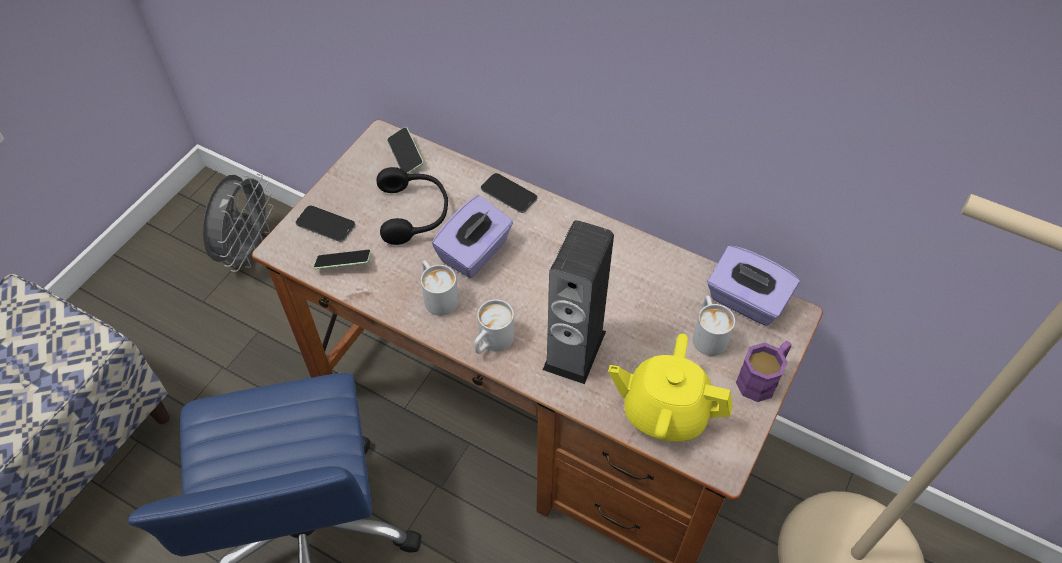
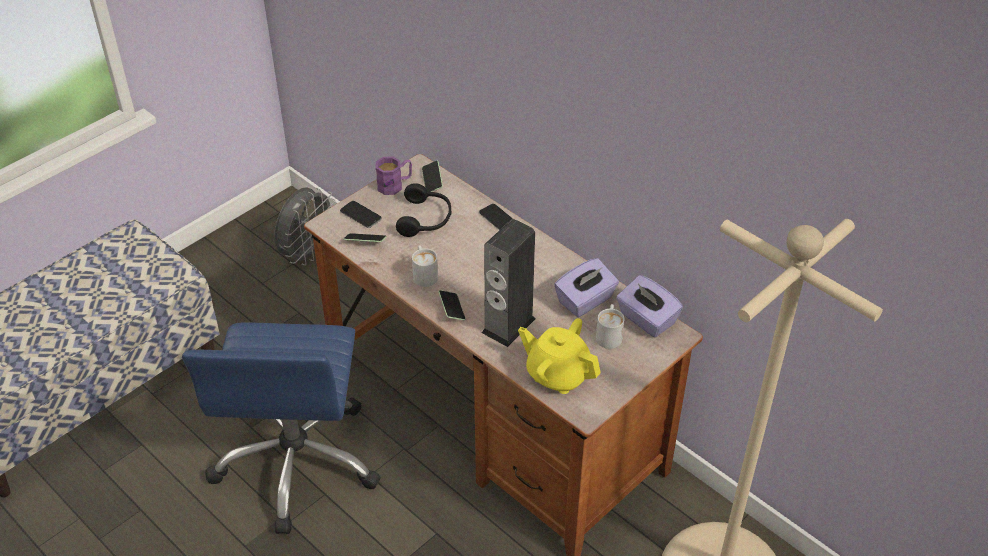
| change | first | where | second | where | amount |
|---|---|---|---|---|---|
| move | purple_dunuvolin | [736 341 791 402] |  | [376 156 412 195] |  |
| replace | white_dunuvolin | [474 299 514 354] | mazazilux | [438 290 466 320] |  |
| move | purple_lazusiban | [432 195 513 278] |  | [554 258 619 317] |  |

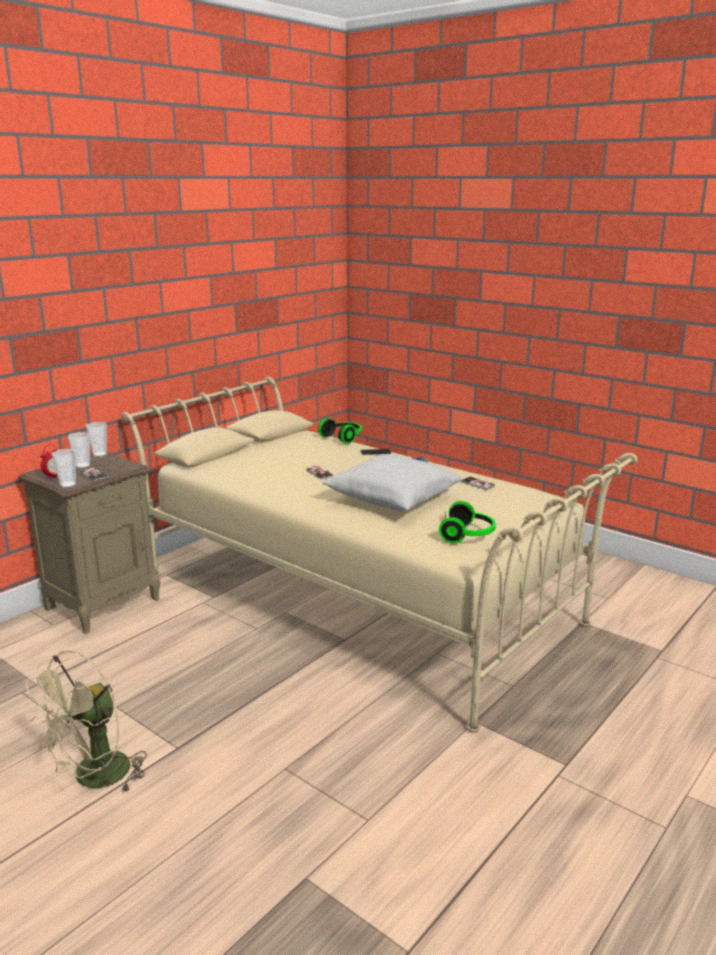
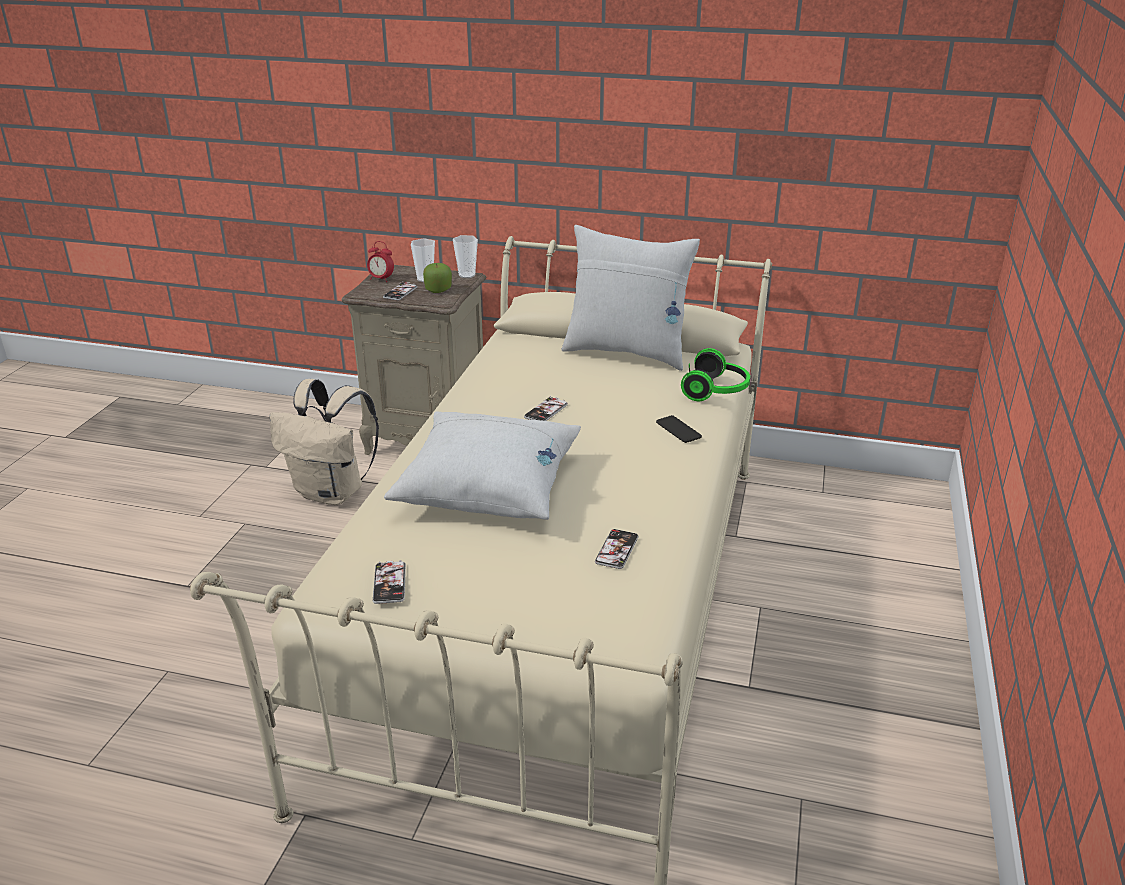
| change | first | where | second | where | amount |
|---|---|---|---|---|---|
| insert |  |  | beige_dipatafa | [270 379 379 505] |  |
| replace | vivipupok | [439 501 496 544] | mazazilux | [373 560 406 604] |  |
| insert |  |  | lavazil | [423 263 452 293] |  |
| insert |  |  | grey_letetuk | [561 225 700 371] |  |
| delete | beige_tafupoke | [25 650 147 793] |  |  |  |
| delete | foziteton | [52 449 76 487] |  |  |  |

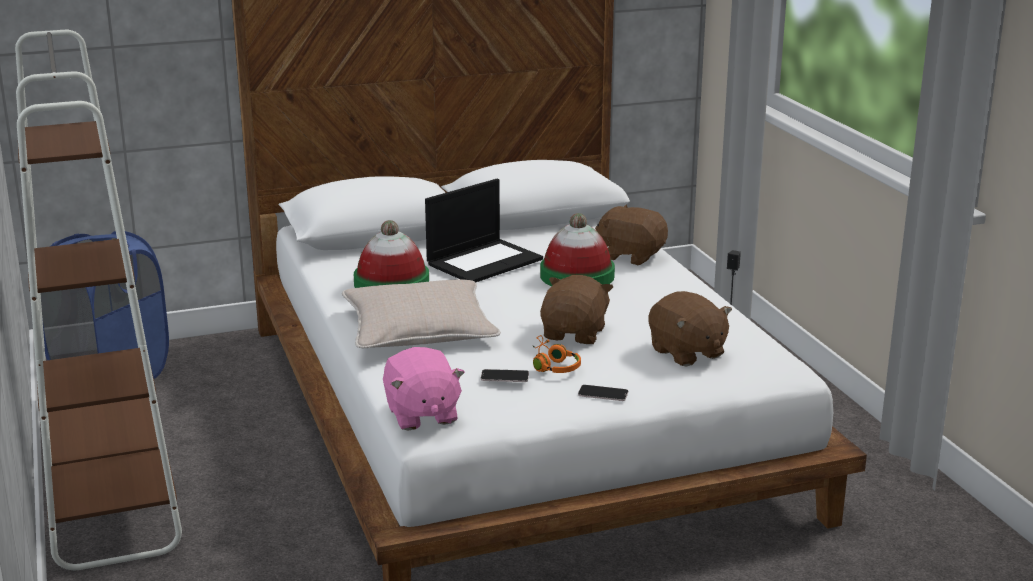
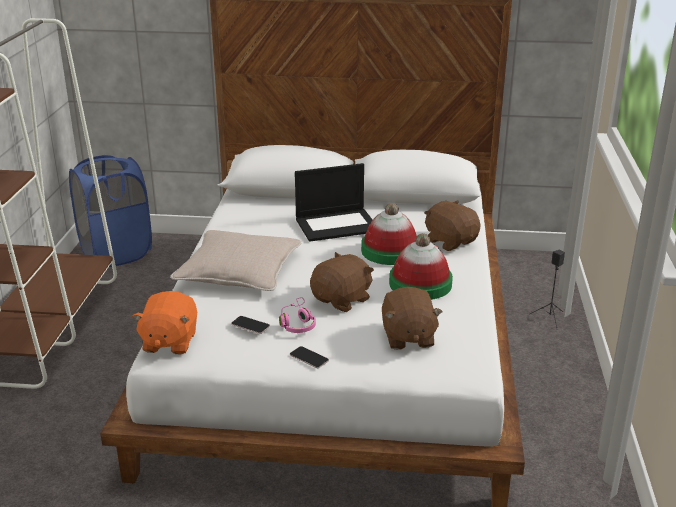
| change | first | where | second | where | amount |
|---|---|---|---|---|---|
| recolor | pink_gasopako | [383 347 465 431] | orange_gasopako | [132 291 197 355] |  |
| recolor | orange_vivipupok | [532 335 581 373] | pink_vivipupok | [279 297 316 333] |  |
| move | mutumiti | [354 220 429 288] |  | [389 233 453 300] |  |

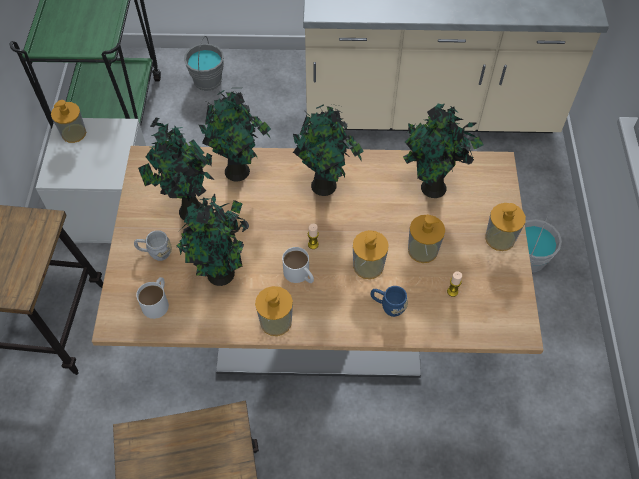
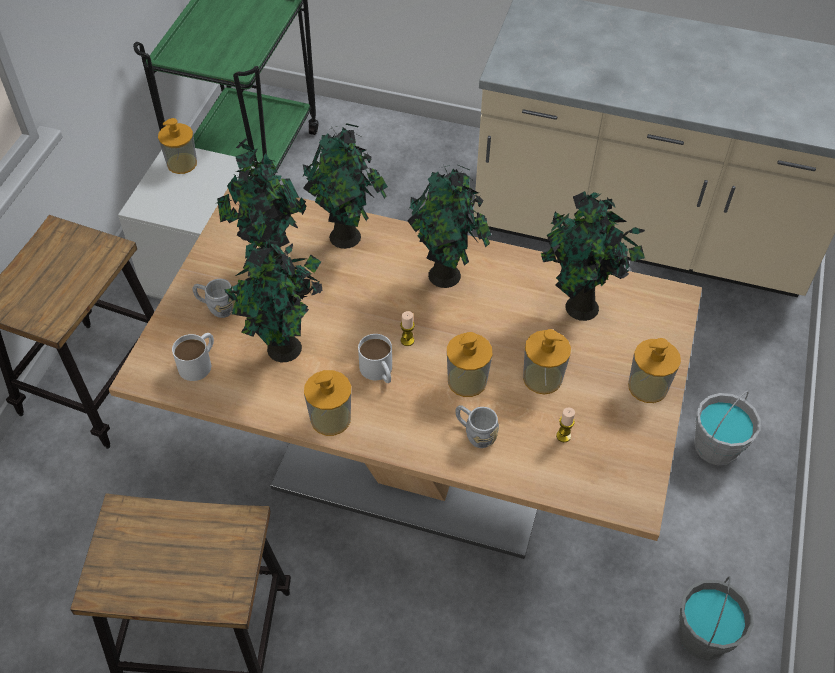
| change | first | where | second | where | amount |
|---|---|---|---|---|---|
| recolor | blue_dunuvolin | [371 286 408 317] | grey_dunuvolin | [455 405 499 448] |  |
| move | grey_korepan | [184 36 224 91] |  | [678 576 754 660] |  |

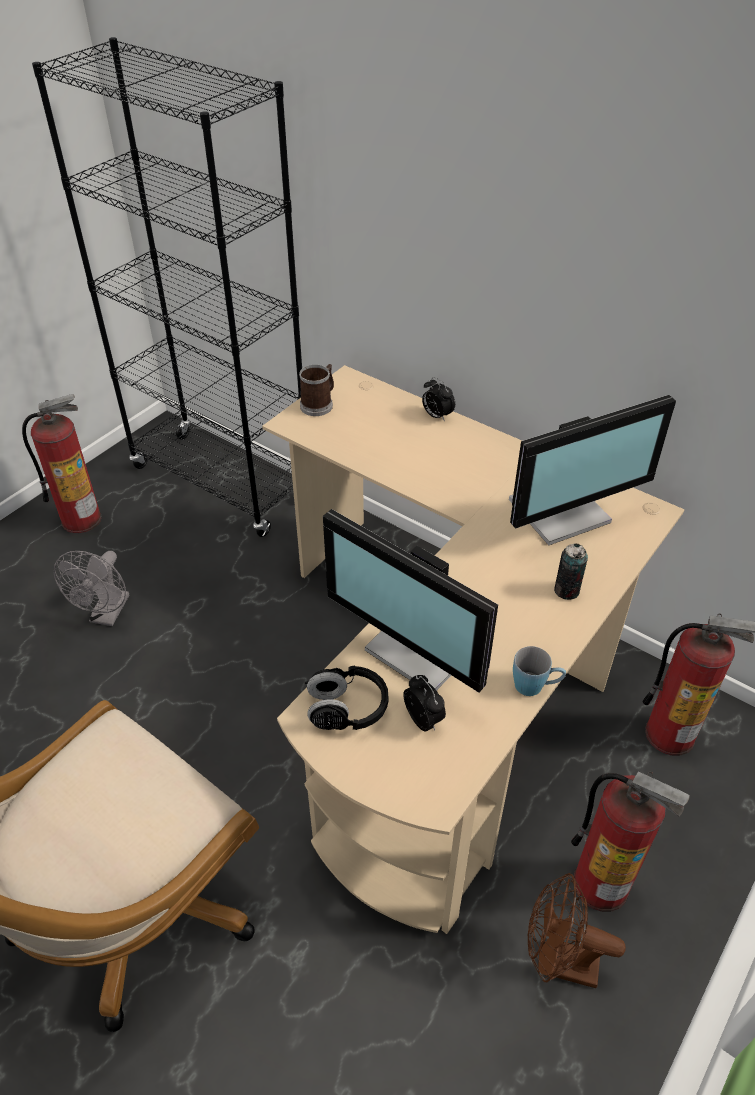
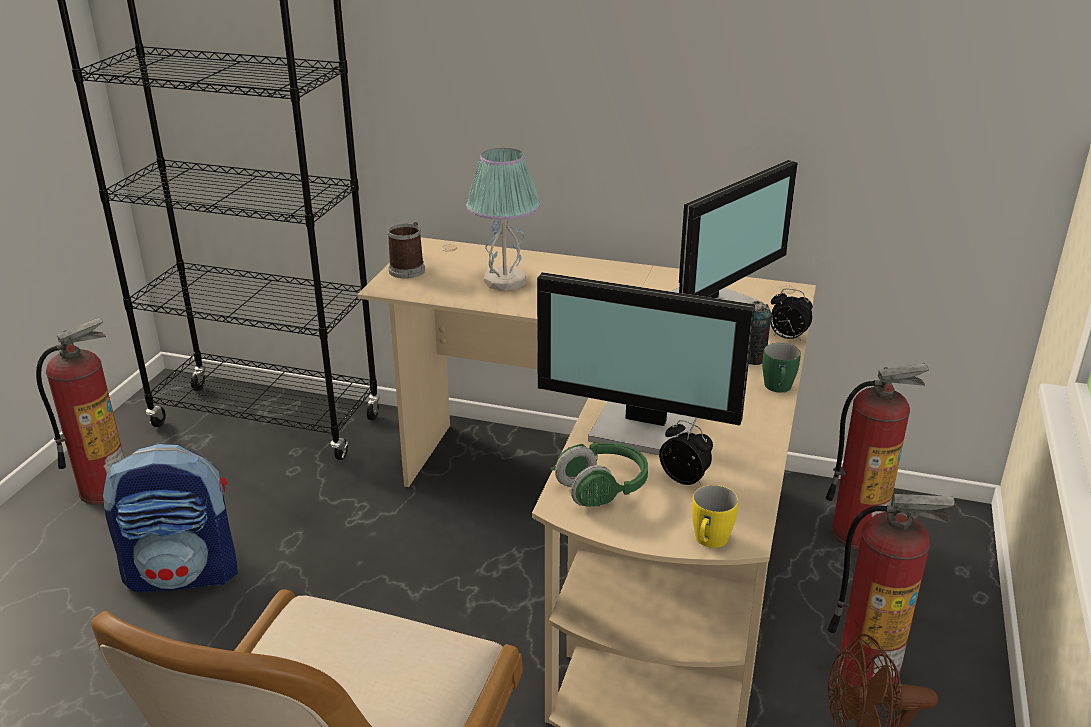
| change | first | where | second | where | amount |
|---|---|---|---|---|---|
| replace | grey_tafupoke | [54 551 129 626] | dipatafa | [103 444 238 592] |  |
| insert |  |  | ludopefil | [466 148 540 291] |  |
| recolor | black_vivipupok | [305 665 388 730] | green_vivipupok | [550 443 648 507] |  |
| insert |  |  | yellow_dunuvolin | [692 485 738 548] |  |
| insert |  |  | green_dunuvolin | [762 343 801 392] |  |
| move | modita | [422 377 455 422] |  | [770 289 813 342] |  |
| delete | blue_dunuvolin | [513 646 566 696] |  |  |  |

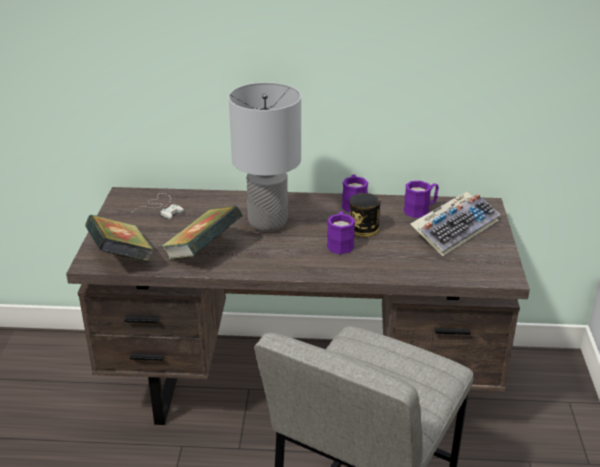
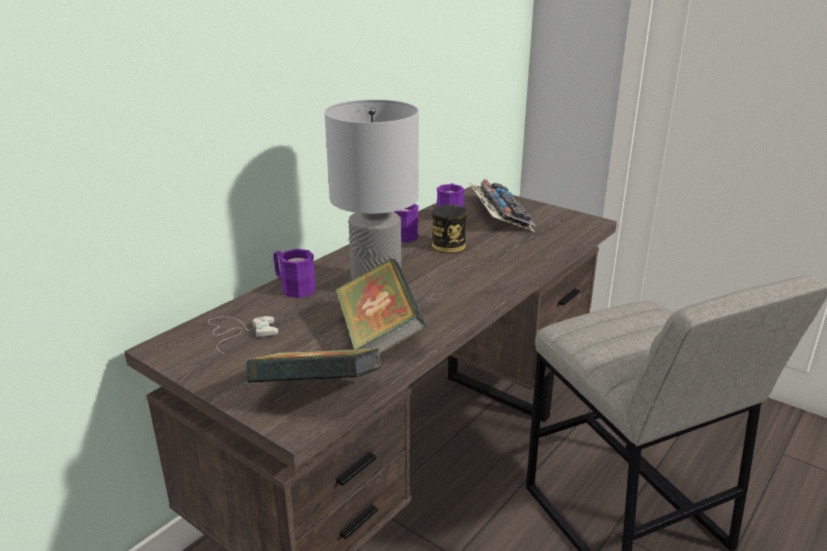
| change | first | where | second | where | amount |
|---|---|---|---|---|---|
| move | purple_dunuvolin | [327 211 355 254] |  | [273 249 316 298] |  |

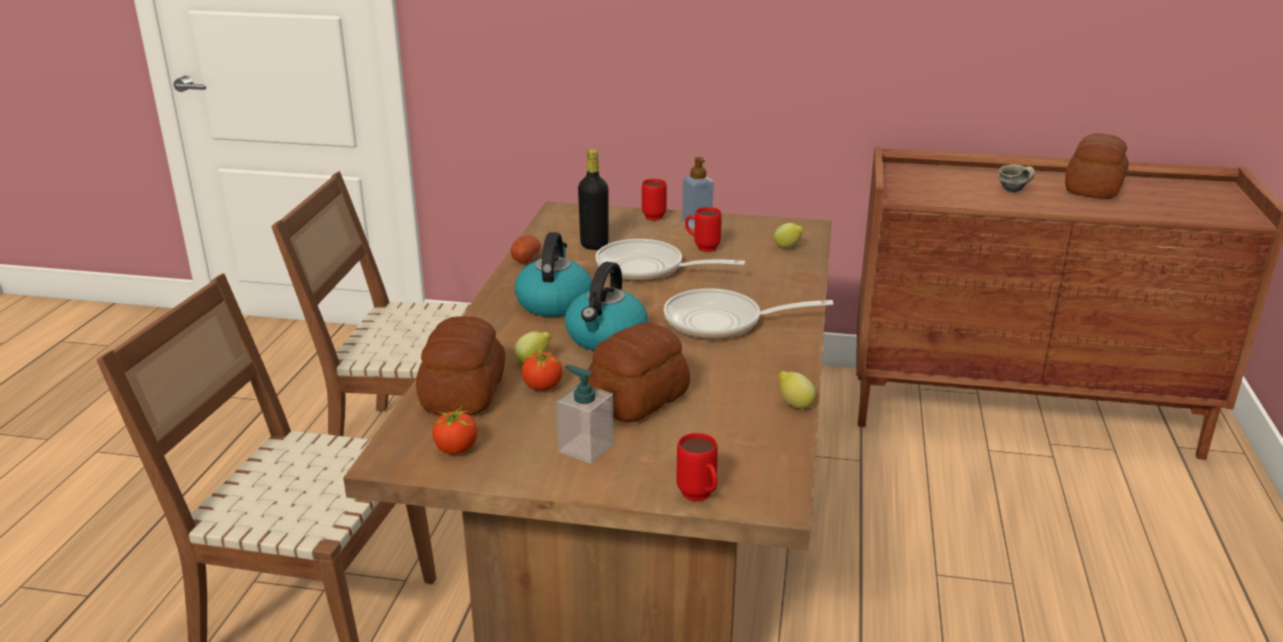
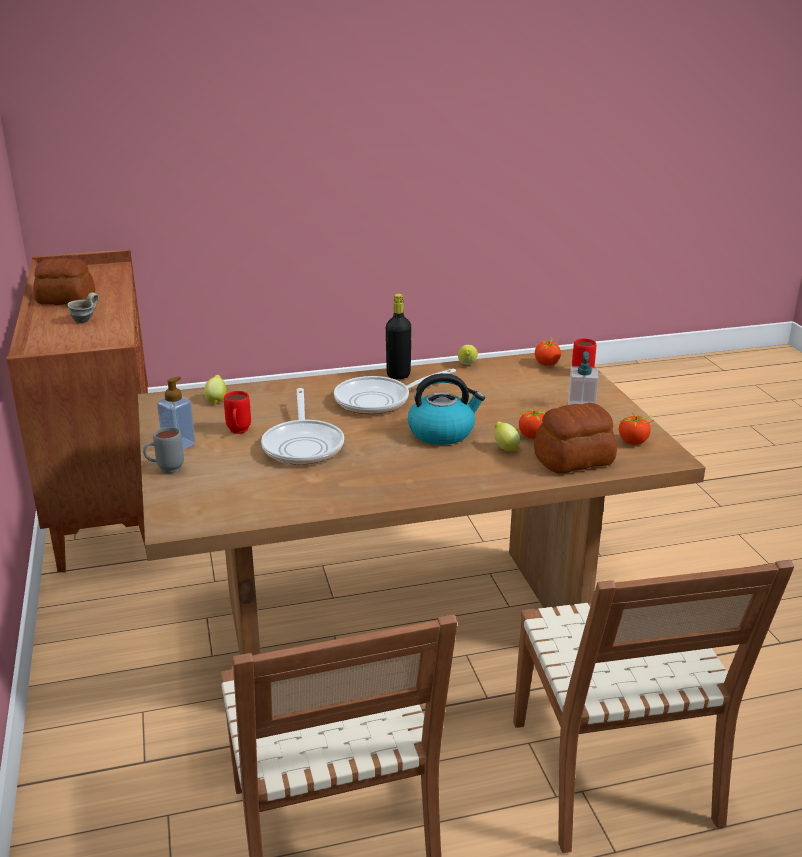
| change | first | where | second | where | amount |
|---|---|---|---|---|---|
| recolor | red_dunuvolin | [642 179 667 221] | grey_dunuvolin | [143 427 184 473] |  |
| rotate | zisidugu | [664 288 833 339] |  | [334 369 456 414] | 90 degrees clockwise |
| move | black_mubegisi | [578 149 608 250] |  | [386 294 412 379] |  |
| insert |  |  | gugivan | [535 337 561 366] |  |
| delete | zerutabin | [511 235 541 263] |  |  |  |
| delete | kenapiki | [515 232 592 317] |  |  |  |
| delete | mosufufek | [587 322 690 422] |  |  |  |

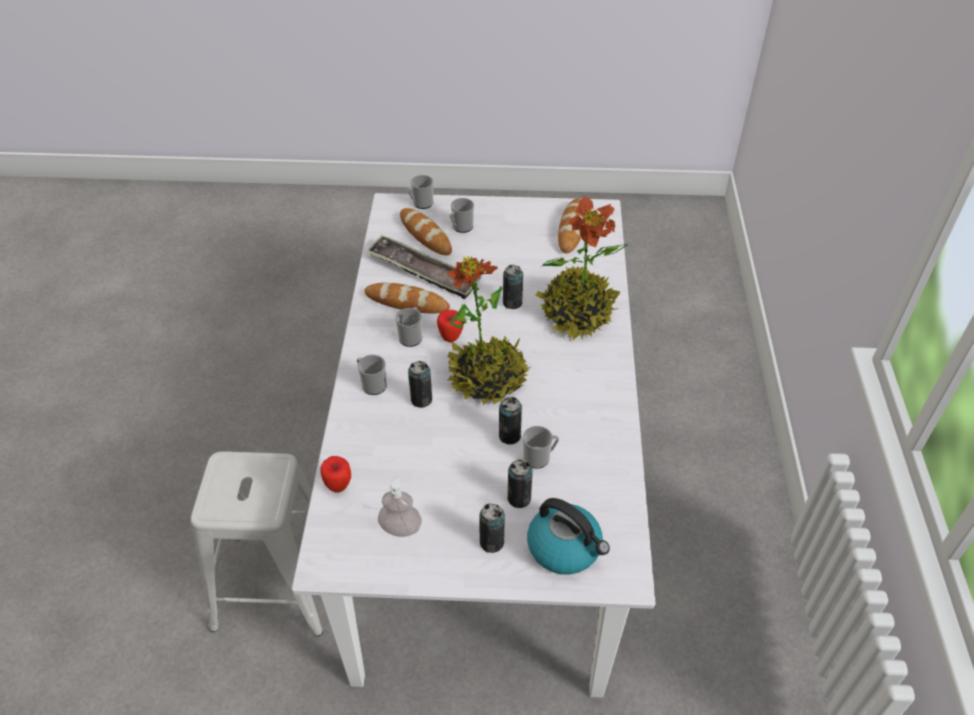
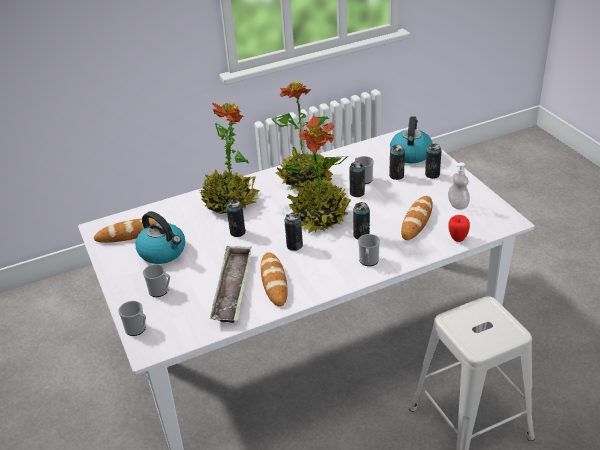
| change | first | where | second | where | amount |
|---|---|---|---|---|---|
| insert |  |  | kenapiki | [135 211 185 264] |  |
| insert |  |  | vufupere | [271 81 333 191] |  |
| replace | lavazil | [437 310 464 342] | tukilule | [284 213 303 251] |  |
| move | mosufufek | [400 208 452 255] |  | [401 196 433 240] |  |
| delete | dunuvolin | [395 307 422 347] |  |  |  |

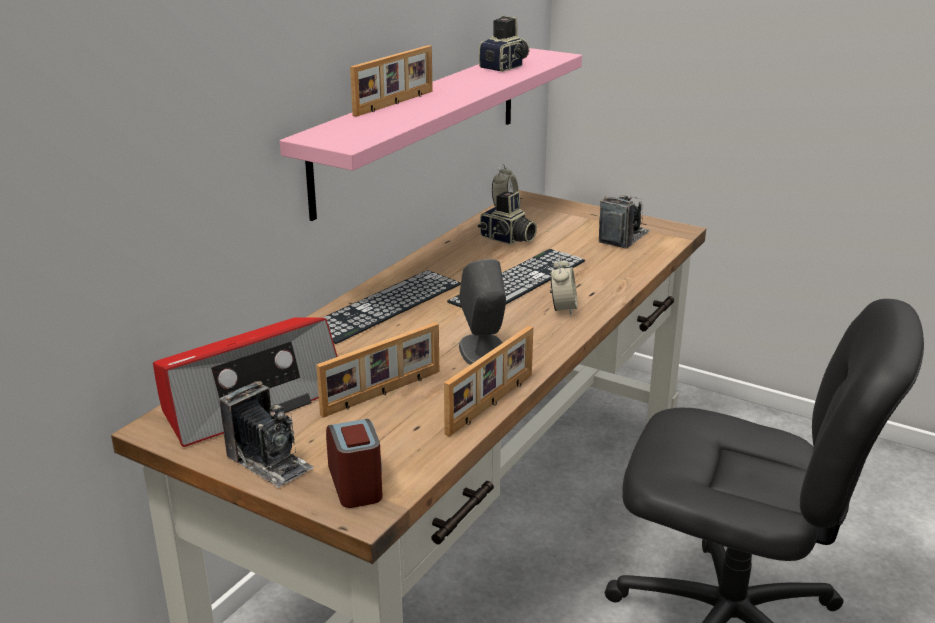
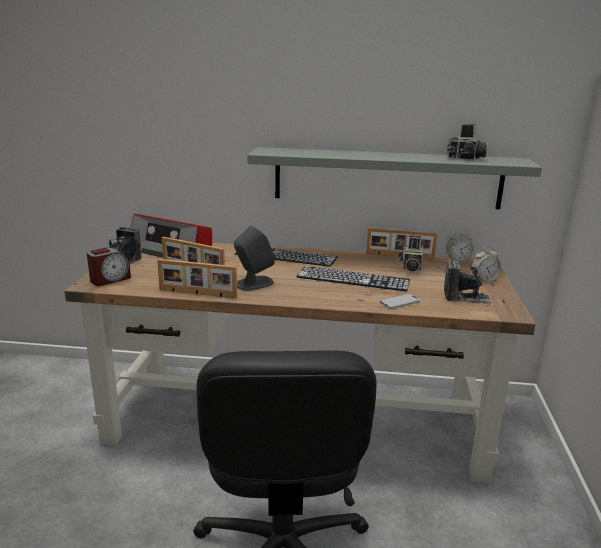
| change | first | where | second | where | amount |
|---|---|---|---|---|---|
| recolor | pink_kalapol | [280 48 582 221] | grey_kalapol | [247 147 542 209] |  |
| move | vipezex | [350 45 433 117] |  | [366 228 437 260] |  |
| insert |  |  | mazazilux | [380 294 420 309] |  |
| move | modita | [550 255 577 315] |  | [471 246 502 282] |  |

